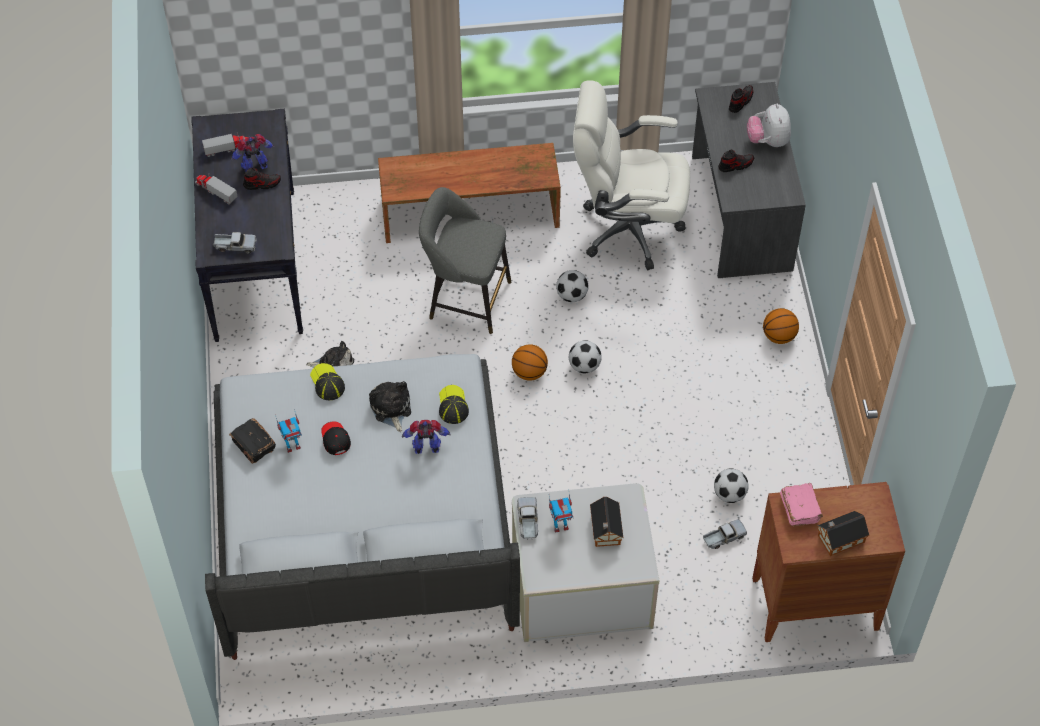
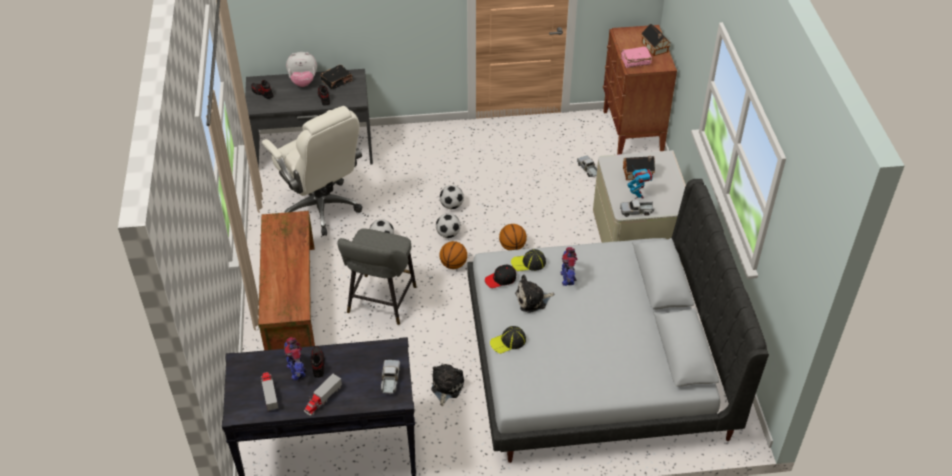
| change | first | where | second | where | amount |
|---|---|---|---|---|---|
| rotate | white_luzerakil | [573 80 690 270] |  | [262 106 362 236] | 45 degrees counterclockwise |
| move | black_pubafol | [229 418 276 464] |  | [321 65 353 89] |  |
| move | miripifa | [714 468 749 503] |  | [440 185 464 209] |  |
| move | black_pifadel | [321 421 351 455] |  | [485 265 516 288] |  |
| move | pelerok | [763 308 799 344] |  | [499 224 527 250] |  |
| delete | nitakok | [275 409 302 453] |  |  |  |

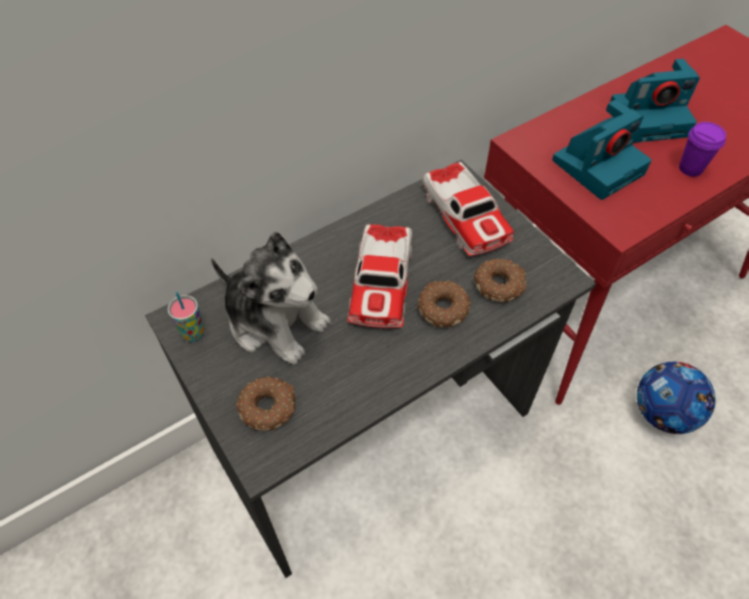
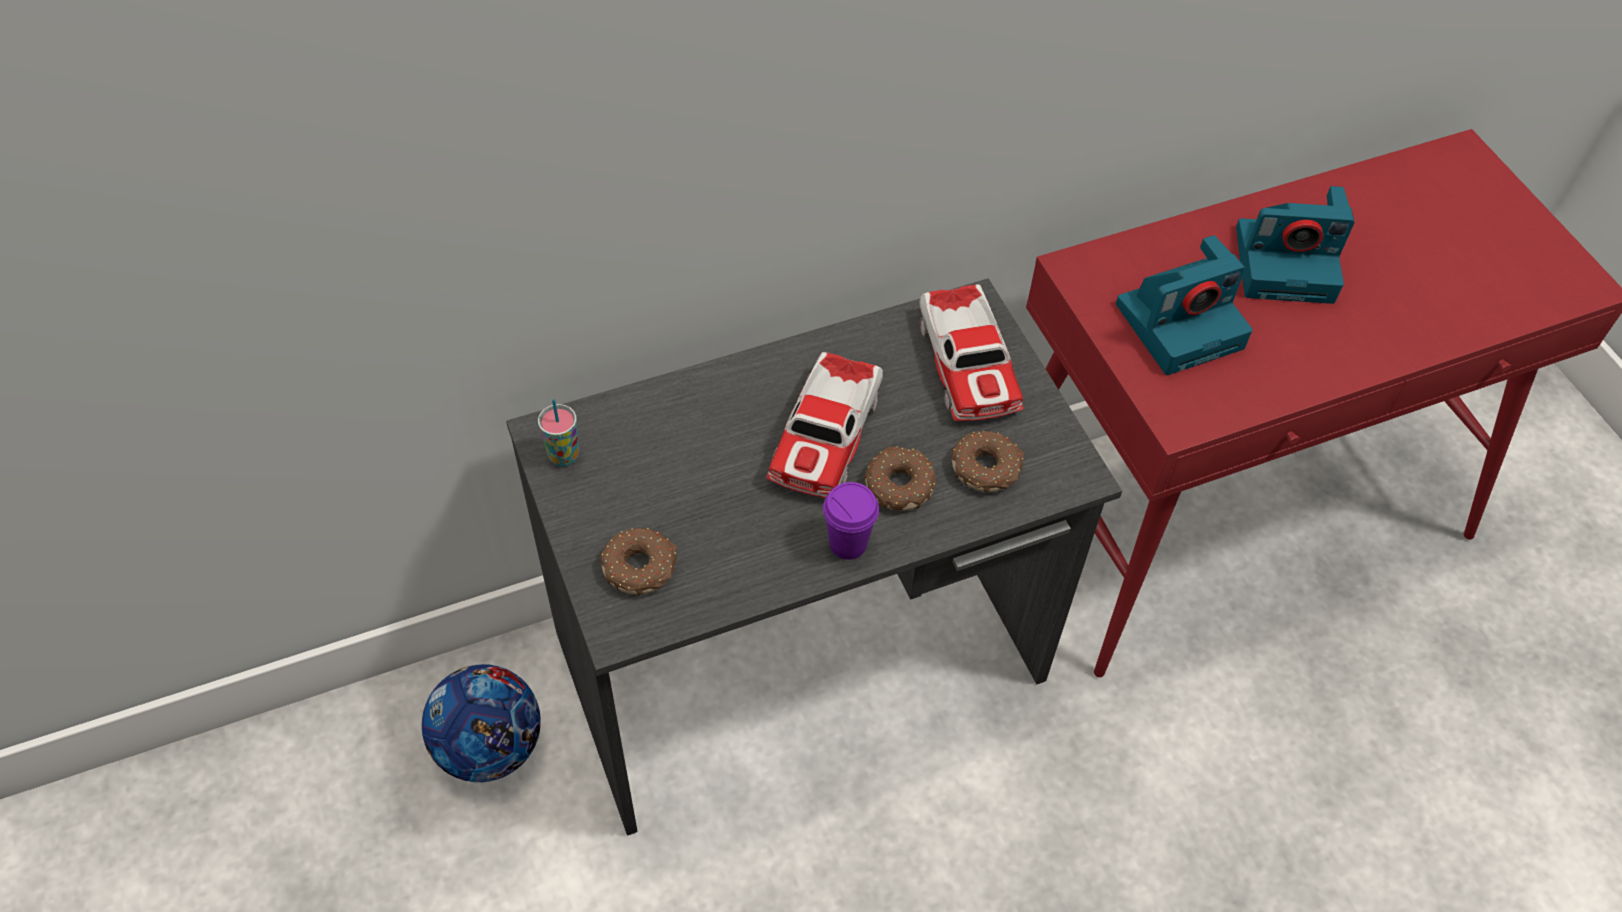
| change | first | where | second | where | amount |
|---|---|---|---|---|---|
| move | miripifa | [637 362 715 434] |  | [422 664 541 782] |  |
| move | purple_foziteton | [679 122 726 177] |  | [823 482 879 560] |  |
| delete | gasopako | [211 232 331 365] |  |  |  |

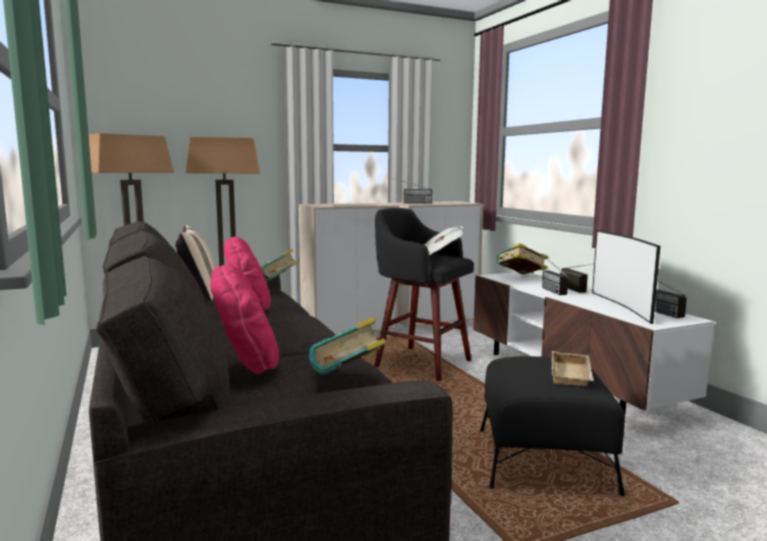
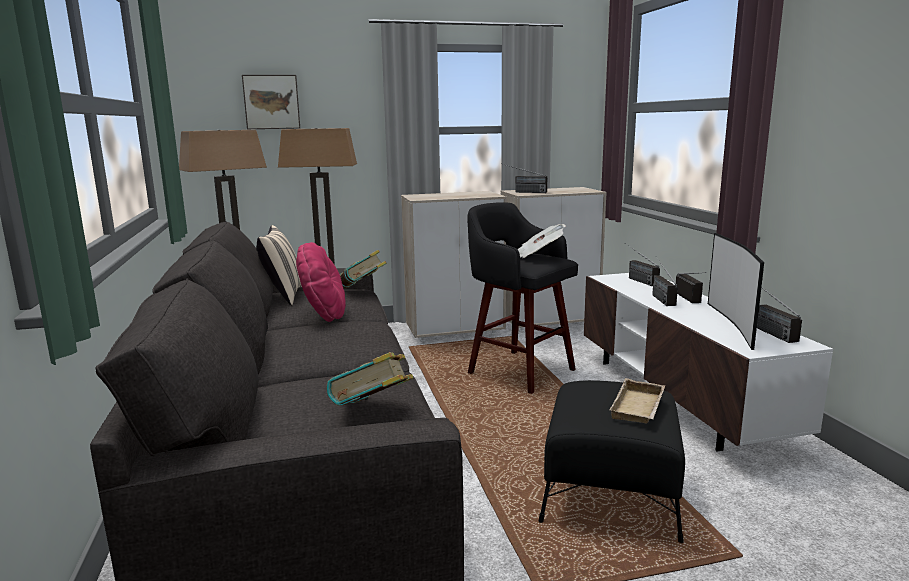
| change | first | where | second | where | amount |
|---|---|---|---|---|---|
| insert |  |  | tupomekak | [242 75 300 129] |  |
| replace | pubafol | [496 243 549 274] | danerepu | [625 243 660 286] |  |
| delete | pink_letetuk | [210 264 279 374] |  |  |  |

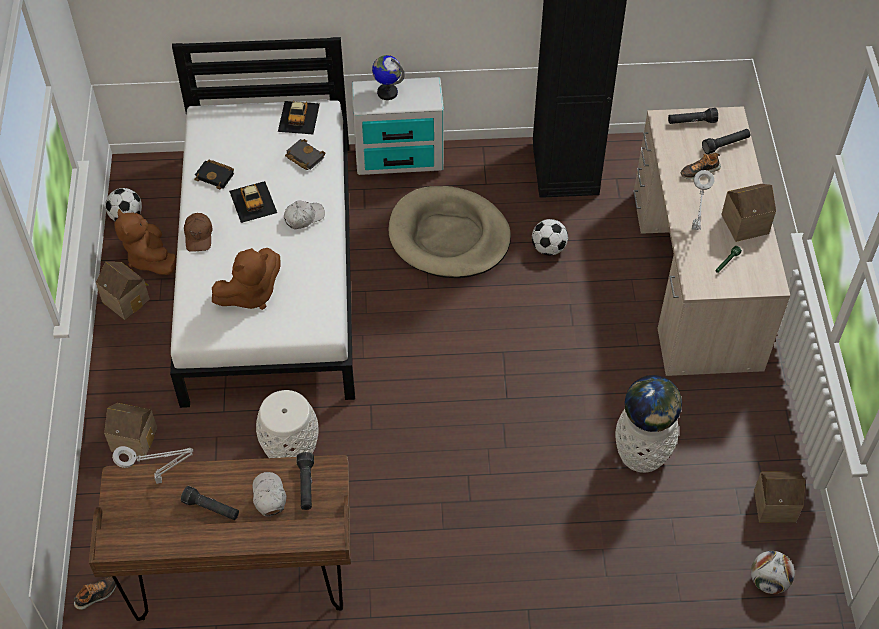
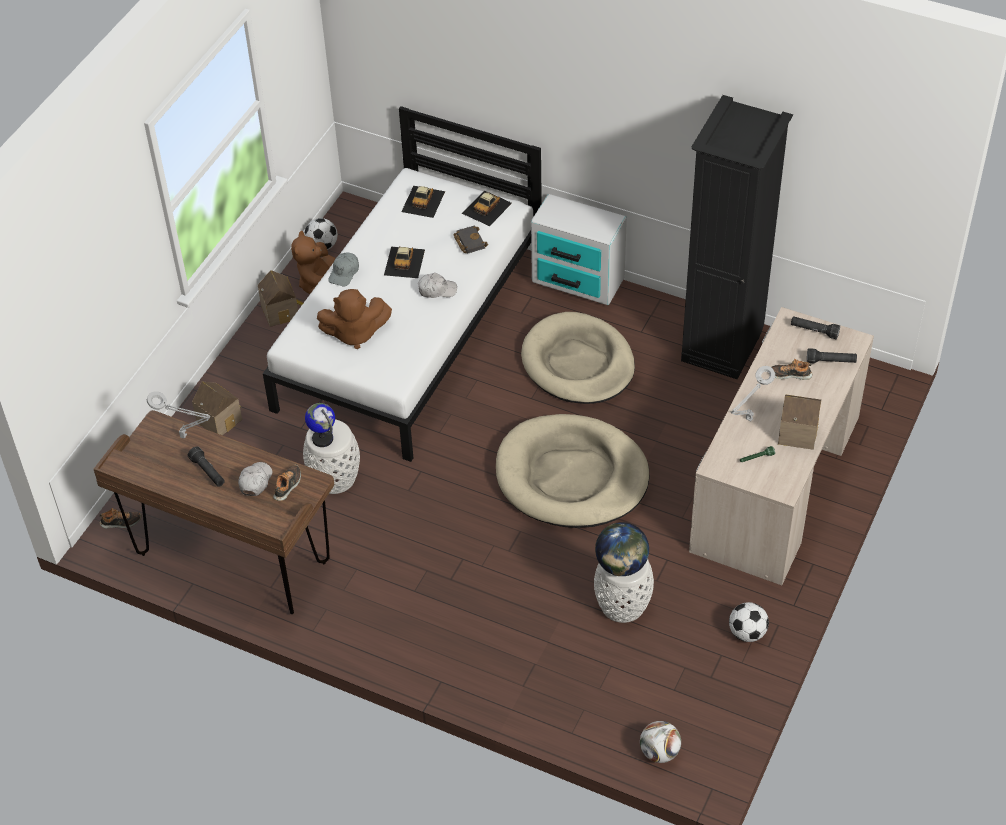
| change | first | where | second | where | amount |
|---|---|---|---|---|---|
| replace | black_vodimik | [297 452 314 510] | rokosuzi | [273 464 301 501] |  |
| move | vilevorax | [372 55 405 100] |  | [305 403 335 447] |  |
| recolor | brown_pifadel | [184 213 212 252] | grey_pifadel | [328 252 359 287] |  |
| insert |  |  | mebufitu | [401 186 445 218] |  |
| insert |  |  | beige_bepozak | [496 414 649 528] |  |
| move | miripifa | [532 219 568 256] |  | [729 602 769 642] |  |
| delete | black_pubafol | [194 160 234 190] |  |  |  |
| delete | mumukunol | [754 472 805 523] |  |  |  |

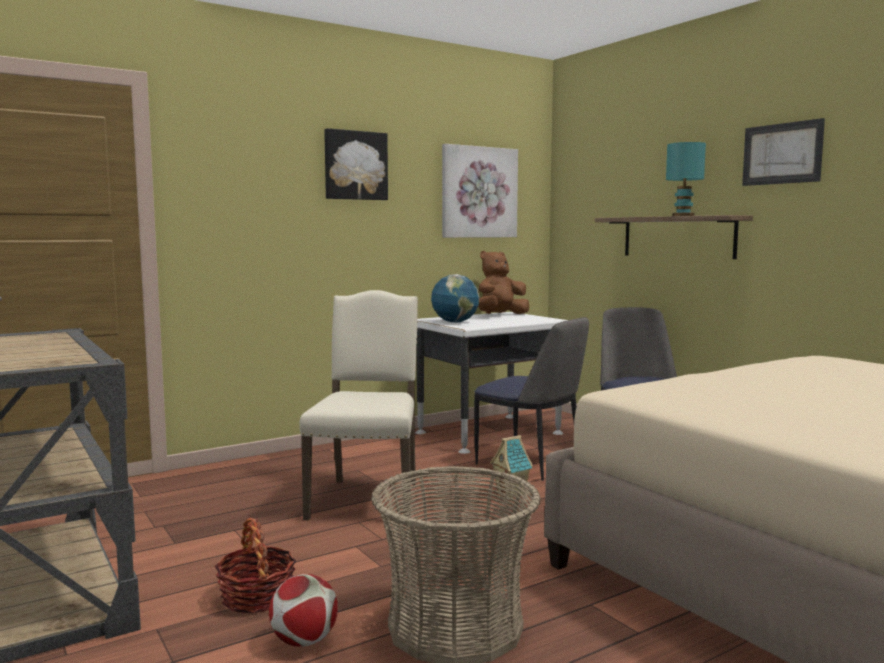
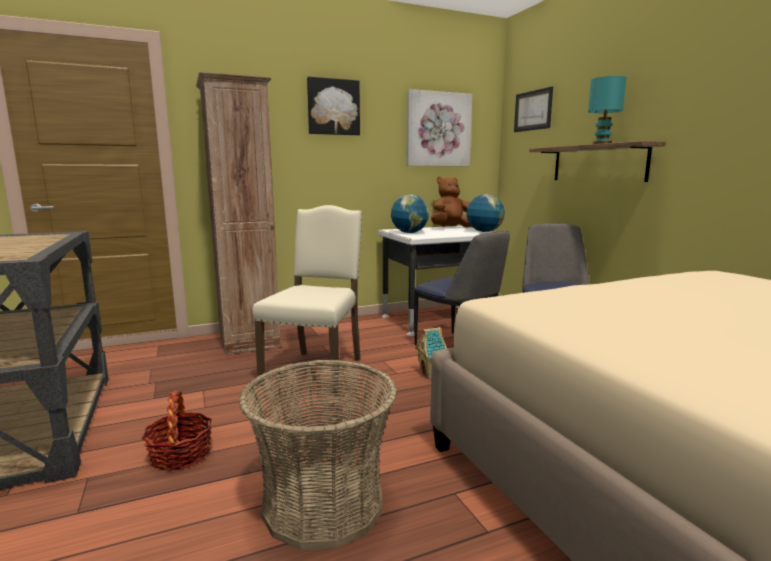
| change | first | where | second | where | amount |
|---|---|---|---|---|---|
| insert |  |  | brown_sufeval | [196 72 281 355] |  |
| insert |  |  | vilevorax | [466 194 505 232] |  |
| move | tupomekak | [742 118 825 186] |  | [514 87 553 132] |  |
| delete | miripifa | [269 574 338 647] |  |  |  |

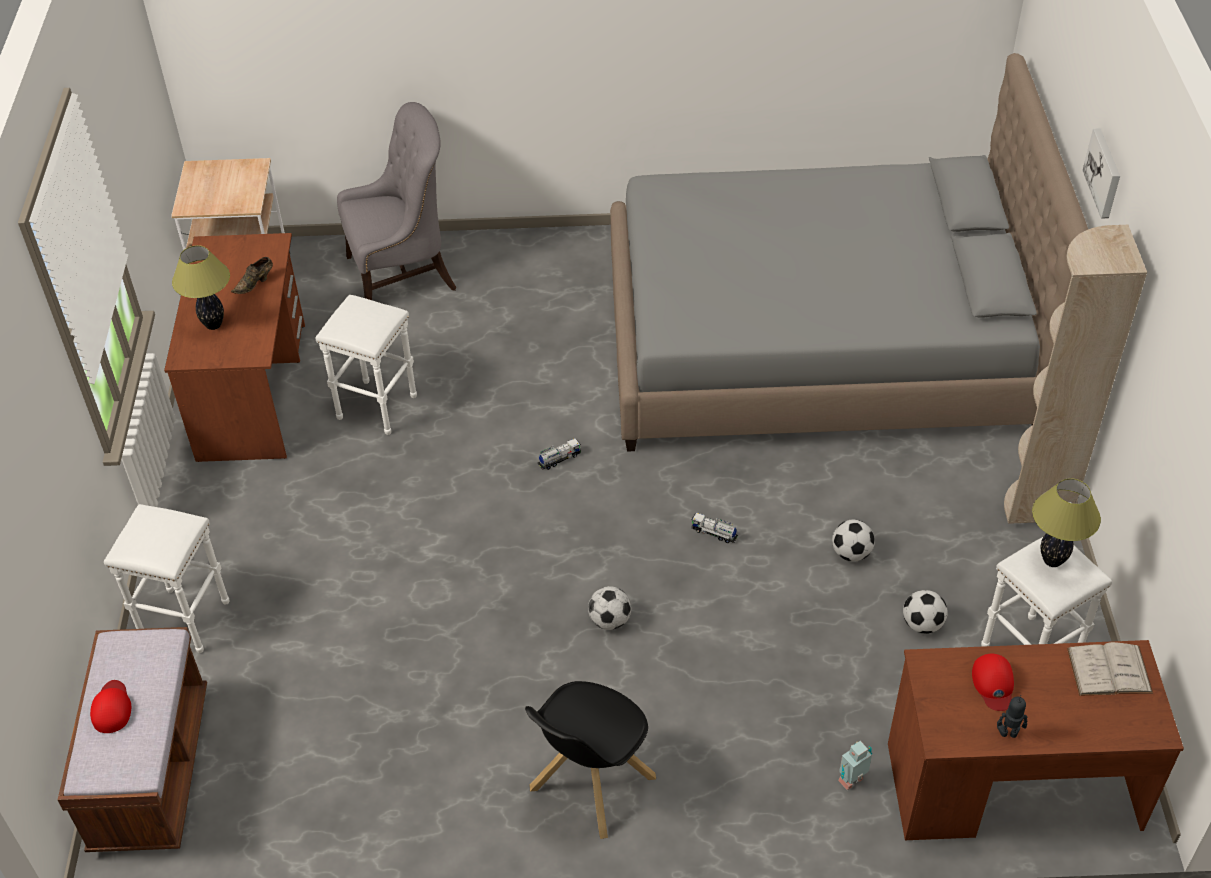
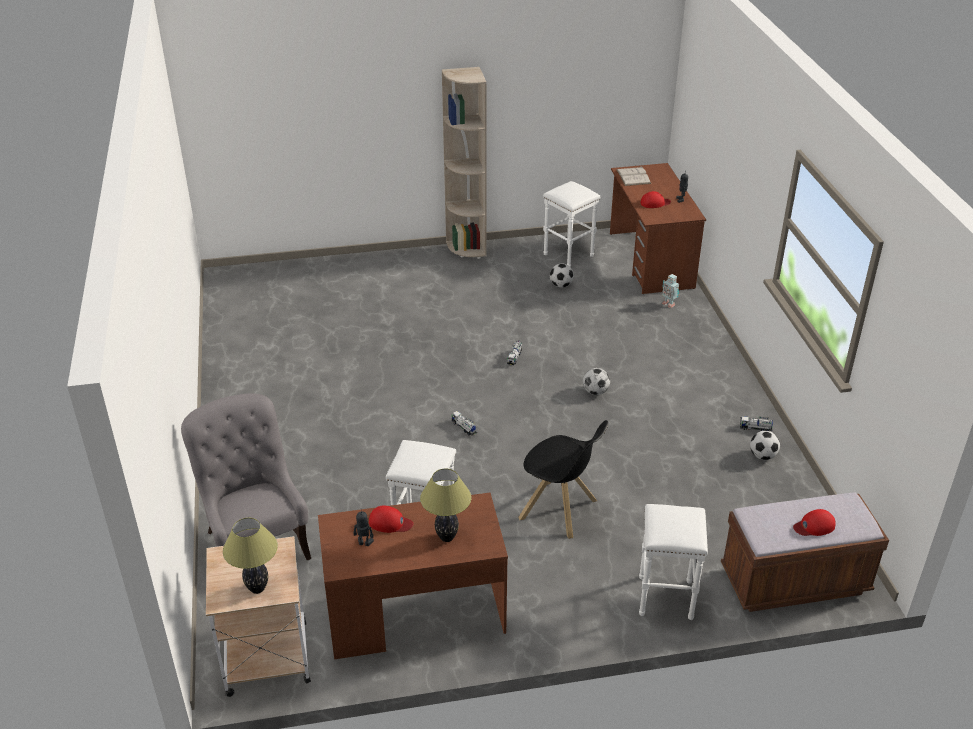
| change | first | where | second | where | amount |
|---|---|---|---|---|---|
| move | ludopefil | [1032 478 1101 567] |  | [223 518 278 594] |  |
| insert |  |  | nitakok | [353 511 374 546] |  |
| replace | brown_rokosuzi | [231 257 273 294] | red_pifadel | [369 506 413 533] |  |
| move | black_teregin | [525 681 656 839] |  | [518 420 608 539] |  |
| insert |  |  | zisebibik | [740 416 773 431] |  |
| move | miripifa | [832 520 875 562] |  | [750 431 780 460] |  |
| delete | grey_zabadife | [610 53 1088 452] |  |  |  |
| delete | tupomekak | [1082 128 1120 219] |  |  |  |

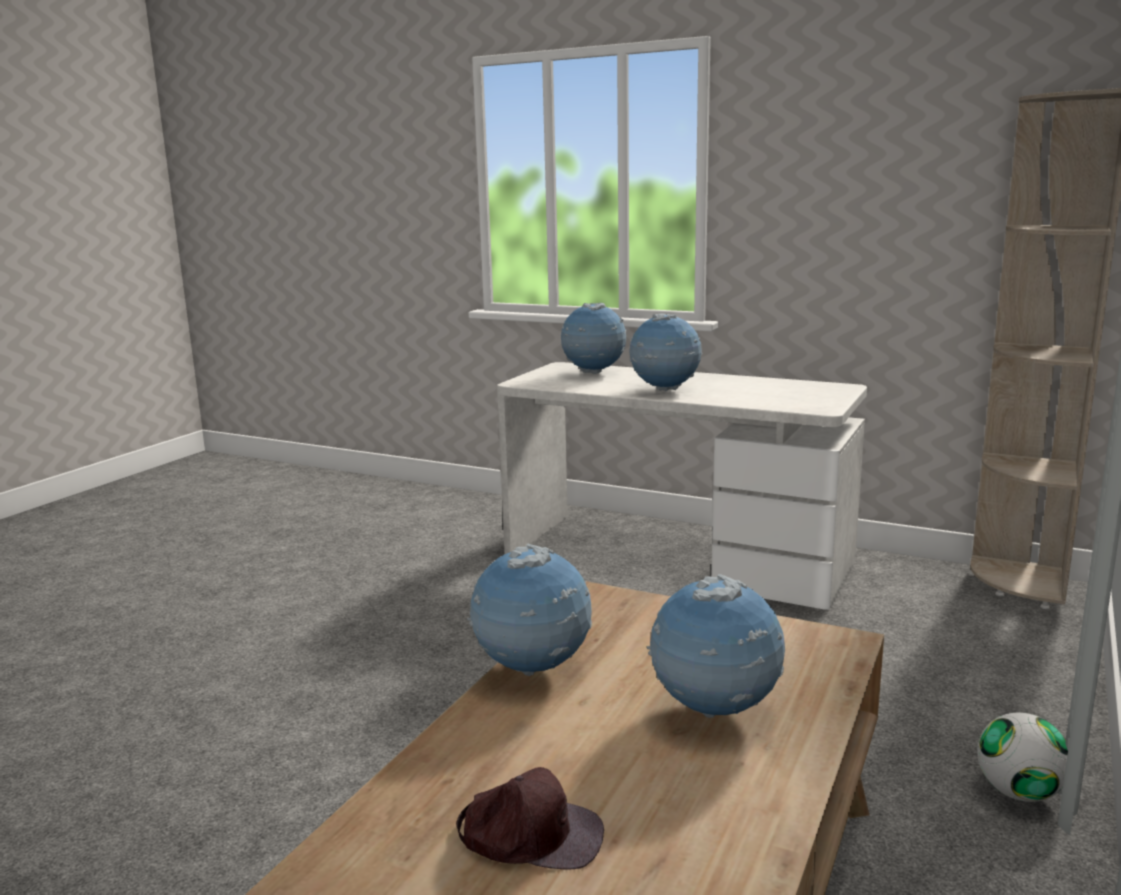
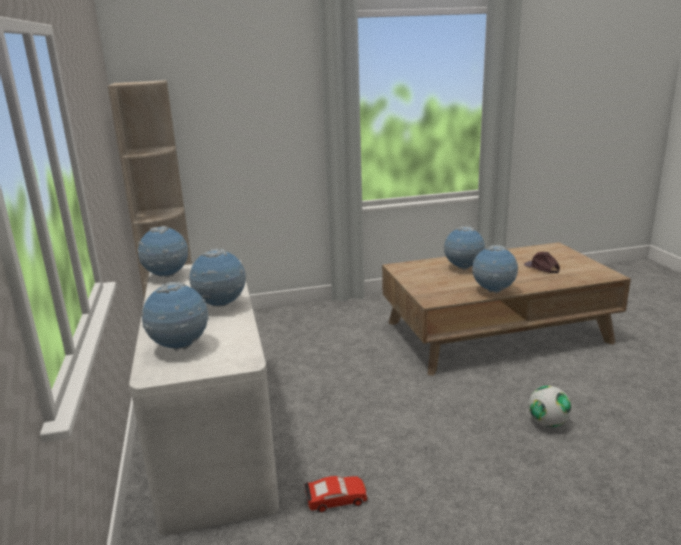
| change | first | where | second | where | amount |
|---|---|---|---|---|---|
| insert |  |  | vilevorax | [137 226 188 278] |  |
| insert |  |  | red_mebufitu | [304 476 367 512] |  |
| move | miripifa | [977 713 1068 802] |  | [528 386 571 427] |  |

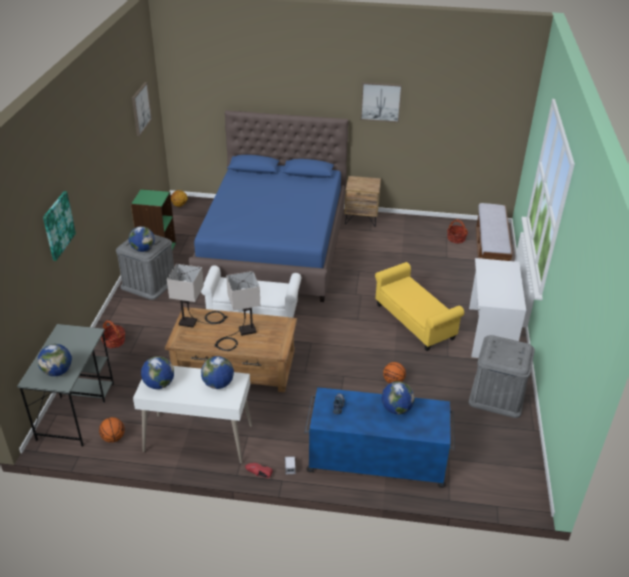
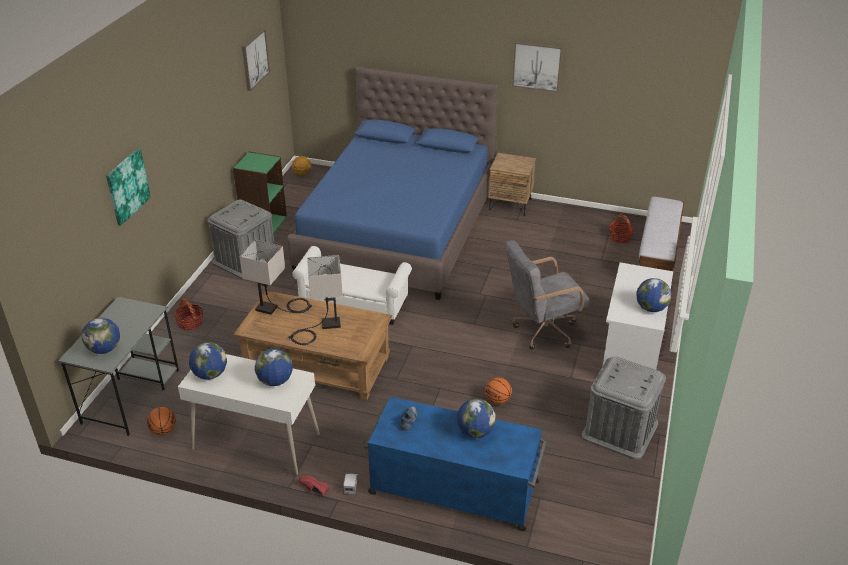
| change | first | where | second | where | amount |
|---|---|---|---|---|---|
| replace | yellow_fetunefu | [375 262 464 351] | grey_luzerakil | [505 240 589 349] |  |
| move | vilevorax | [129 226 155 252] |  | [636 278 671 312] |  |

